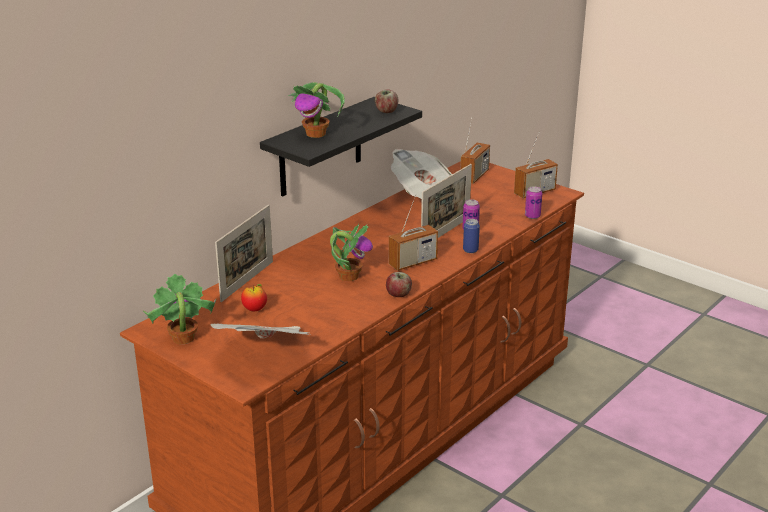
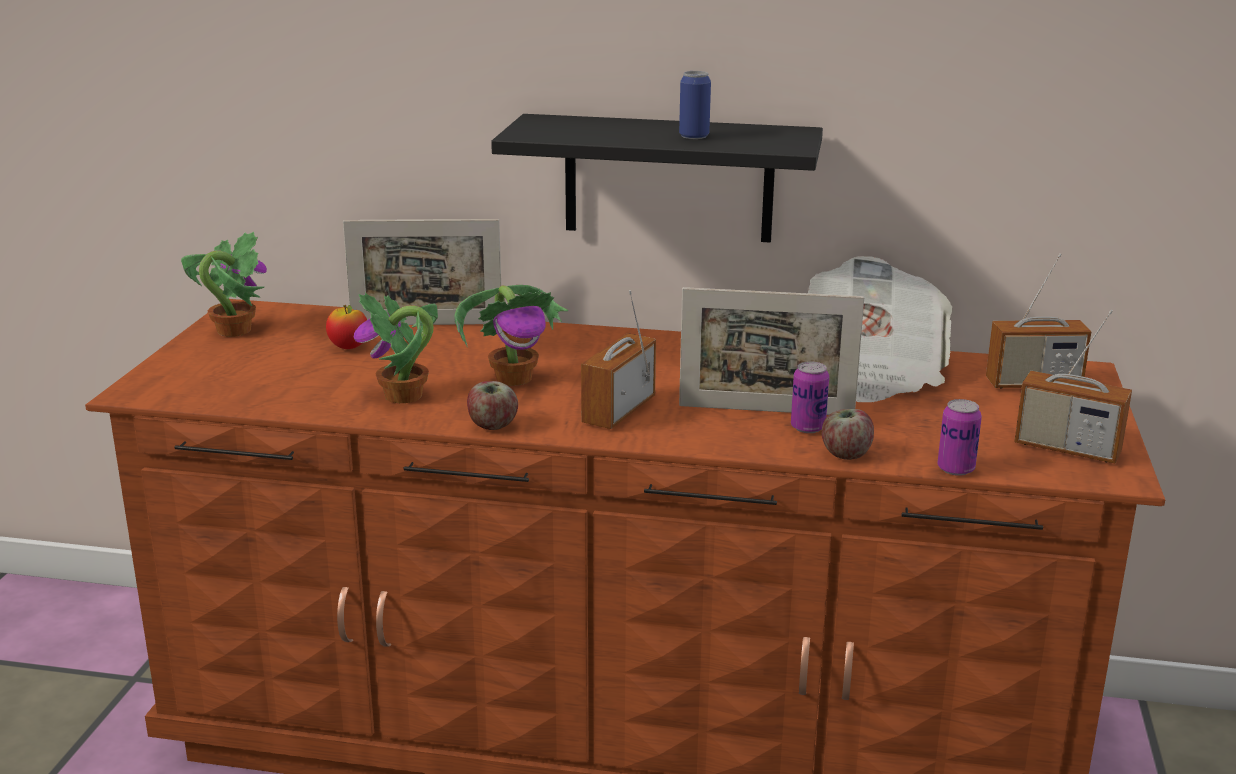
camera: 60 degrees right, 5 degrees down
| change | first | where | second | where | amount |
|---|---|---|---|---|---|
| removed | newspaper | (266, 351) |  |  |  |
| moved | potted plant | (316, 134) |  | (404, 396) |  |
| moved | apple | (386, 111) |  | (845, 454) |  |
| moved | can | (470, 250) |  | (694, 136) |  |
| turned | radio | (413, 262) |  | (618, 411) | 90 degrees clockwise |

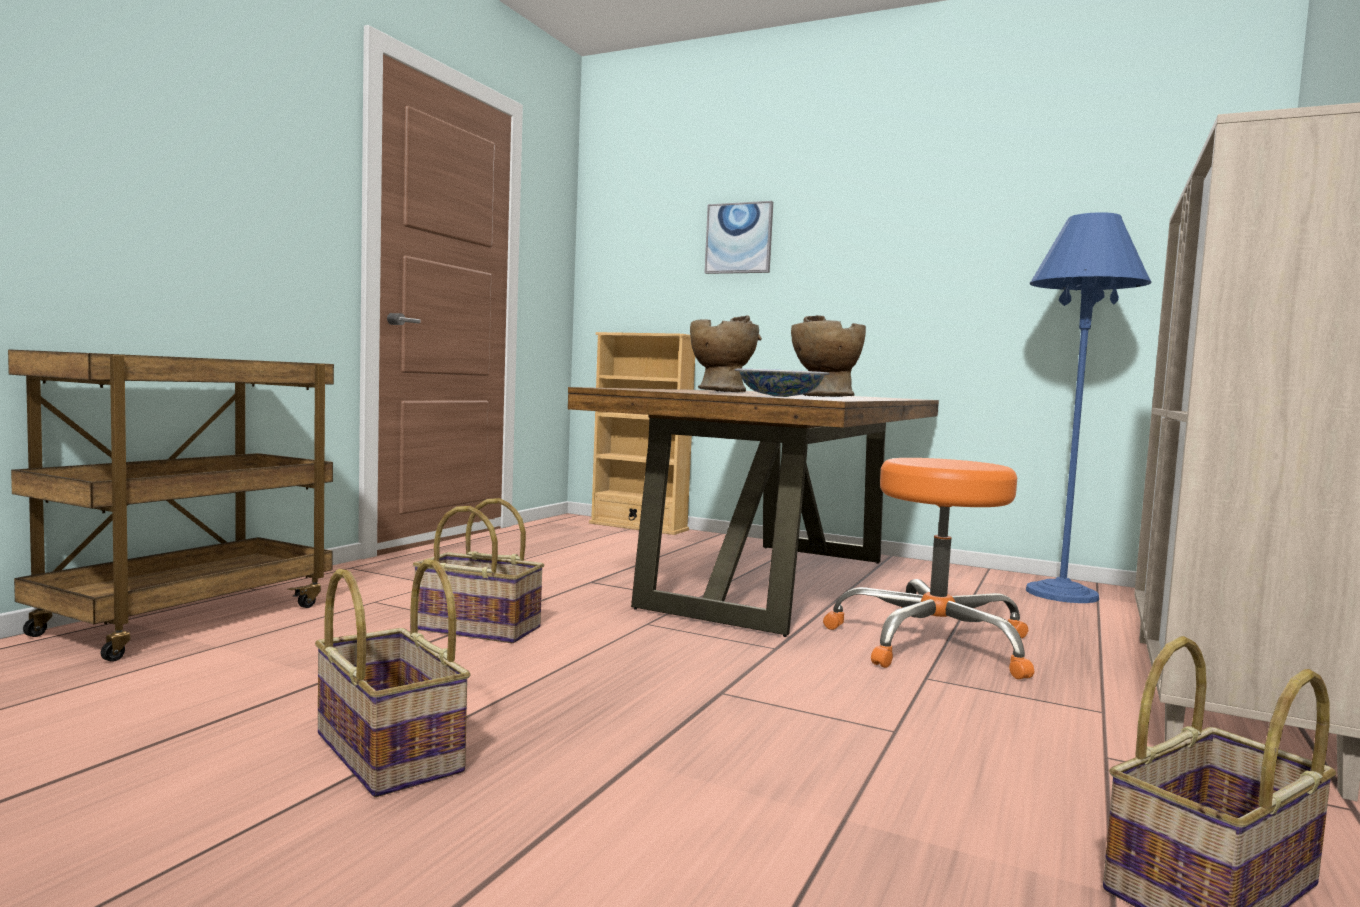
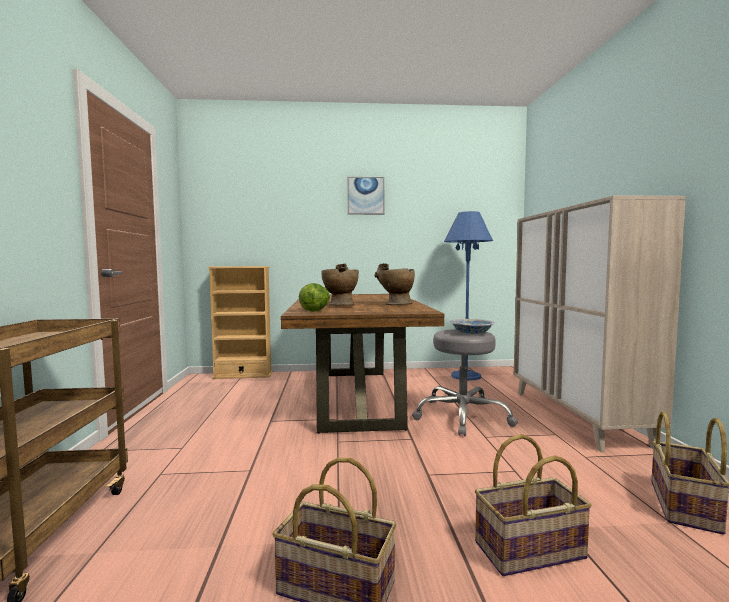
camera: 30 degrees left, 0 degrees up
| change | first | where | second | where | amount |
|---|---|---|---|---|---|
| added |  |  | lettuce | (315, 310) |  |
| moved | basket | (476, 629) |  | (530, 551) |  |
| moved | picture | (739, 238) |  | (365, 196) |  |
| moved | bowl | (780, 396) |  | (471, 333) |  |
| recoloured | stool (orange) | (932, 643) | stool (grey) | (461, 416) |  |

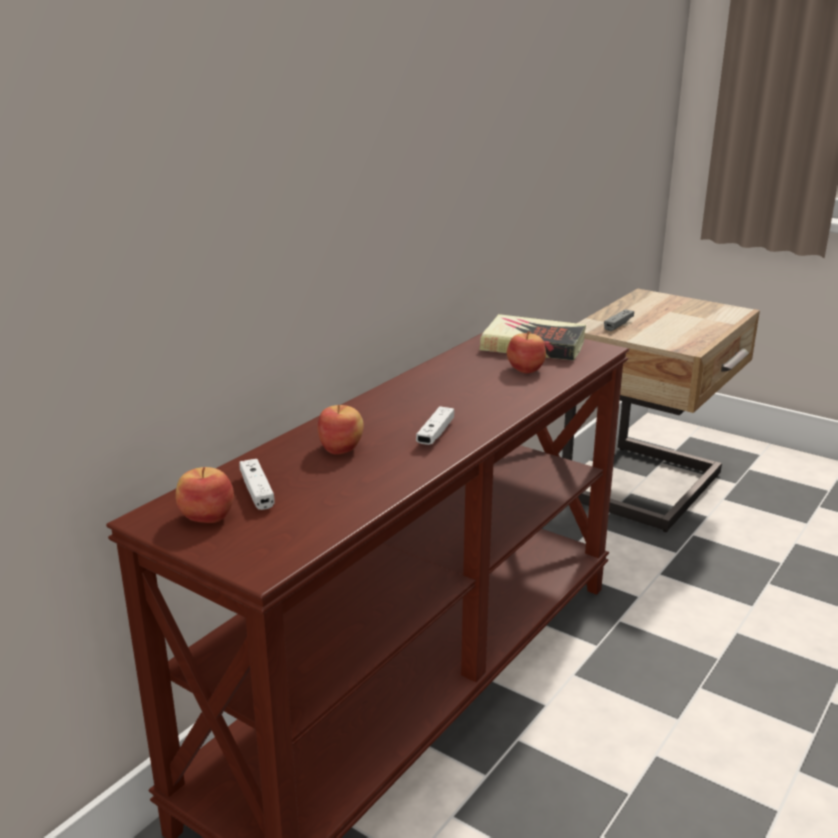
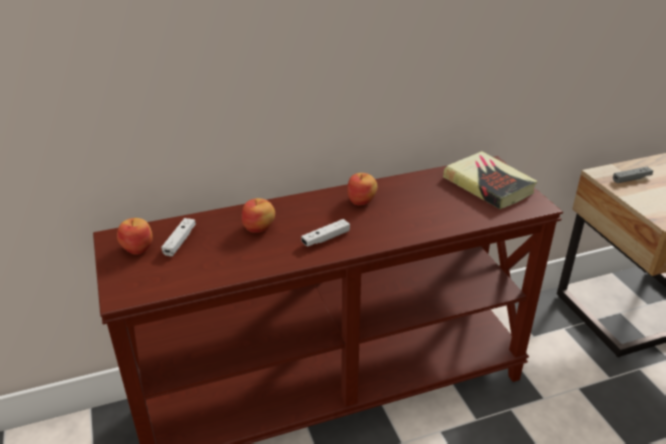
camera: 35 degrees right, 10 degrees up
| change | first | where | second | where | amount |
|---|---|---|---|---|---|
| moved | apple | (526, 369) |  | (361, 200) |  |

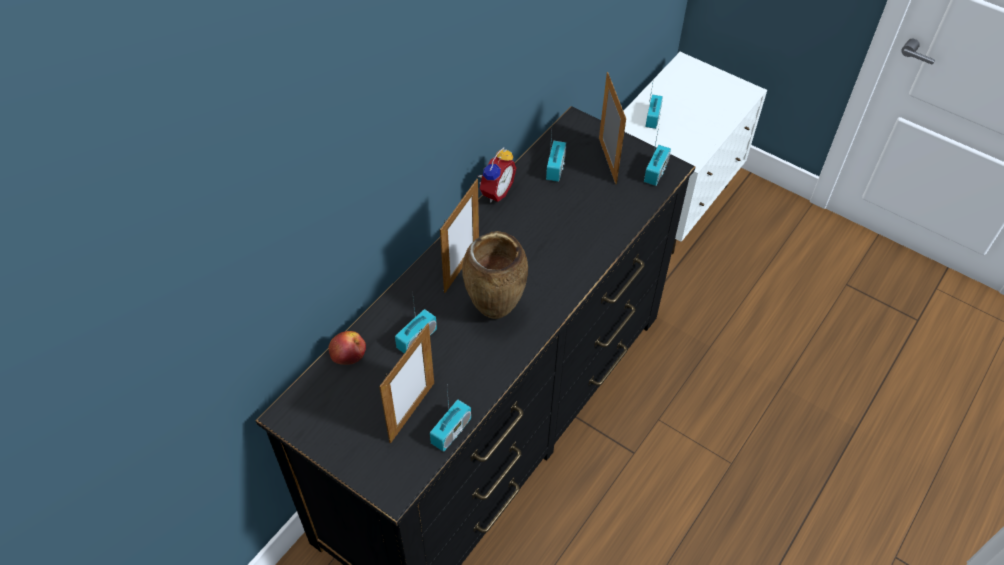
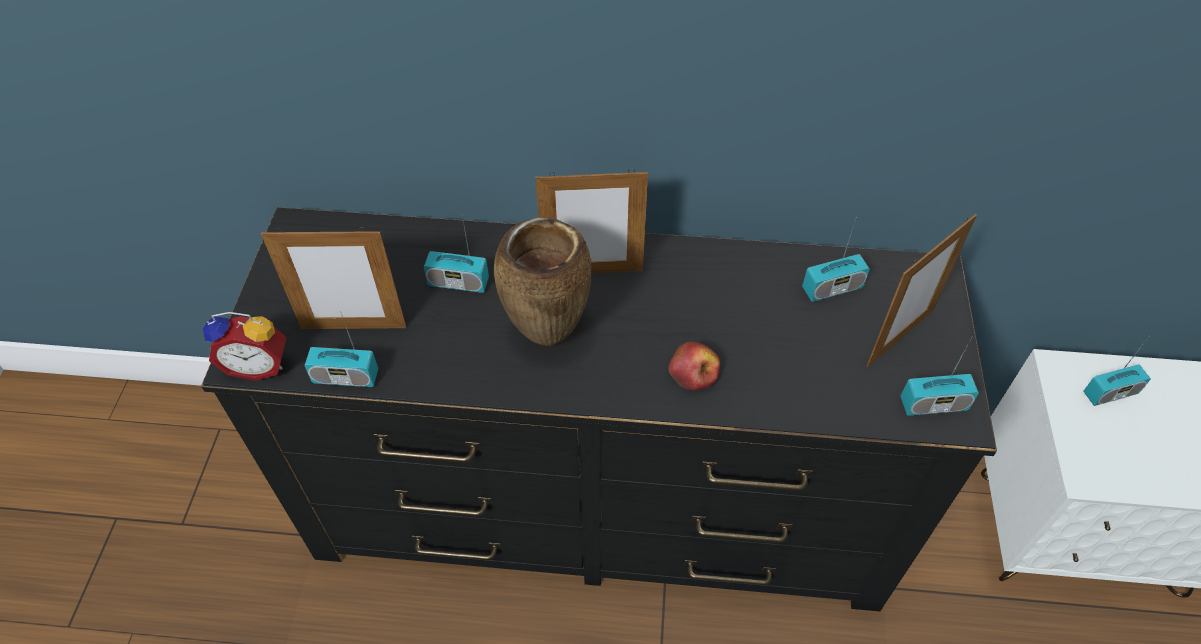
camera: 60 degrees right, 0 degrees up
| change | first | where | second | where | amount |
|---|---|---|---|---|---|
| moved | apple | (348, 352) |  | (693, 372) |  |
| moved | alarm clock | (495, 192) |  | (259, 364) |  |

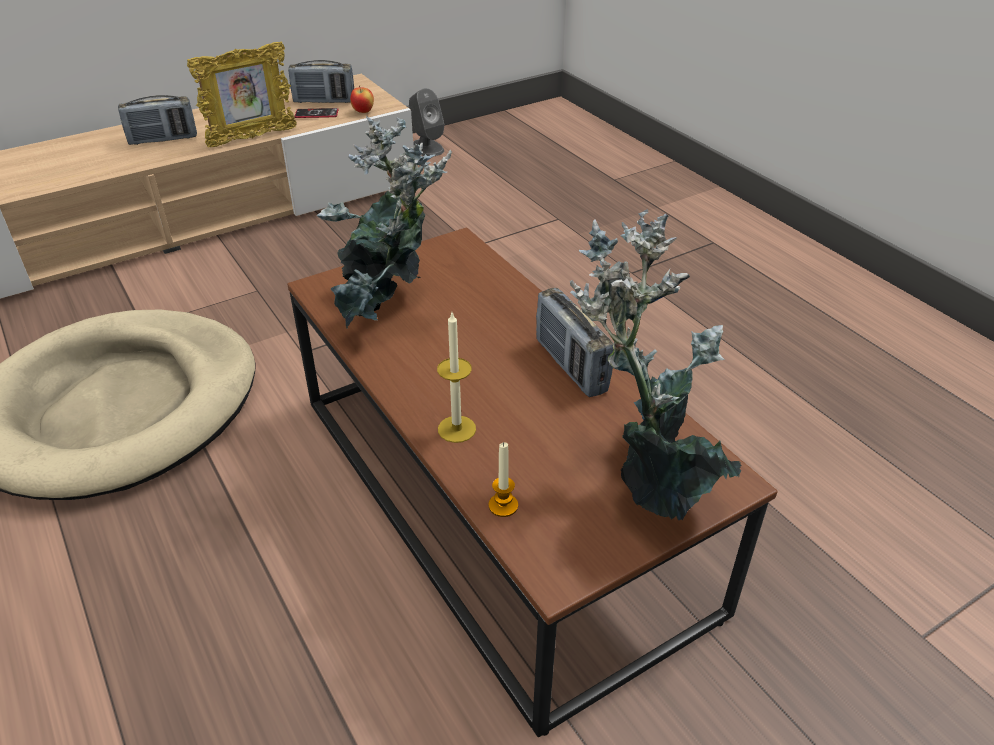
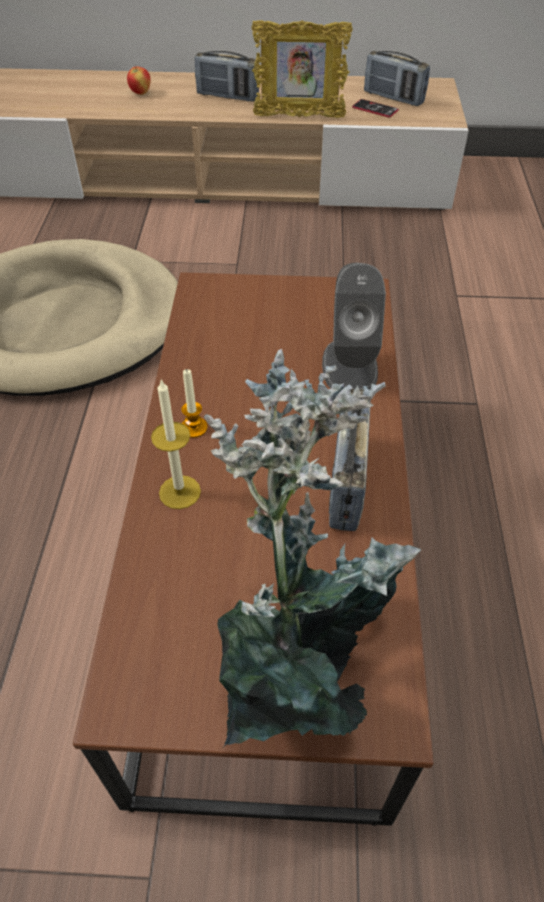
camera: 35 degrees right, 10 degrees up
| change | first | where | second | where | amount |
|---|---|---|---|---|---|
| removed | potted plant | (389, 313) |  |  |  |
| moved | apple | (363, 112) |  | (140, 93) |  |
| moved | speaker (grey) | (426, 148) |  | (349, 366) |  |
| moved | candle | (503, 505) |  | (194, 428) |  |

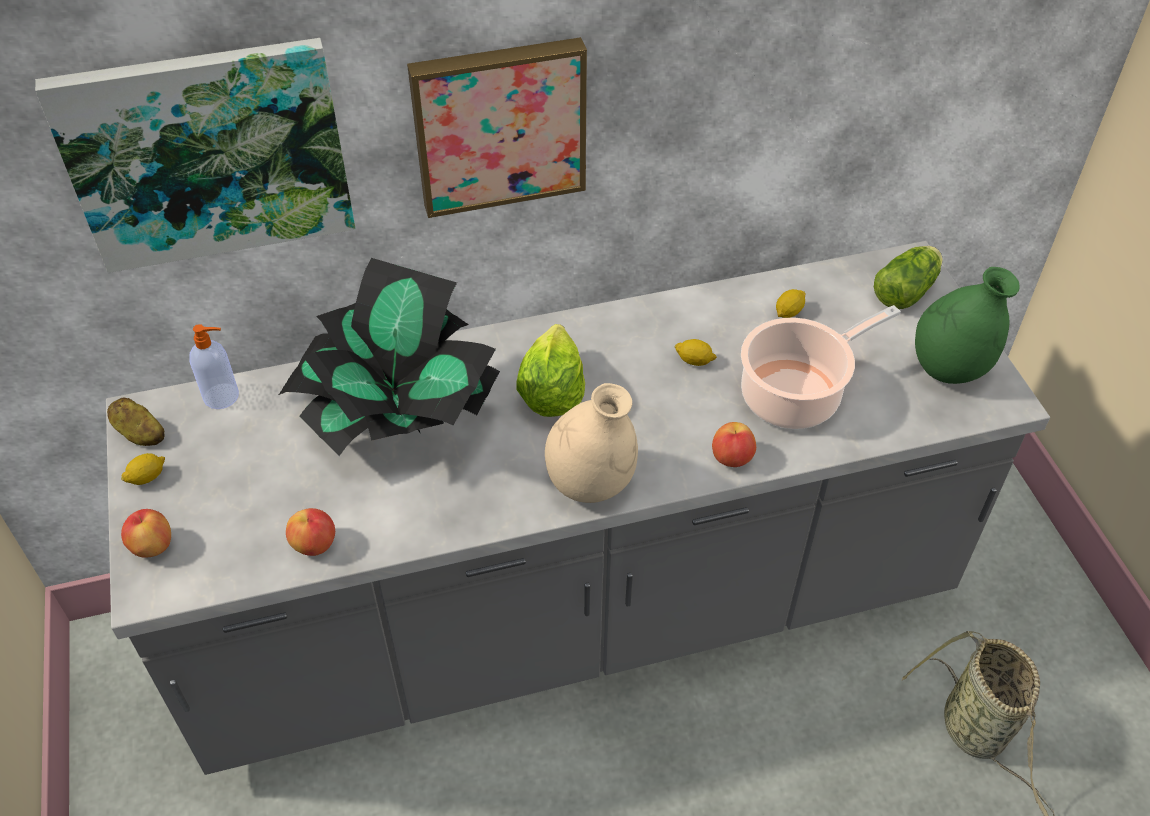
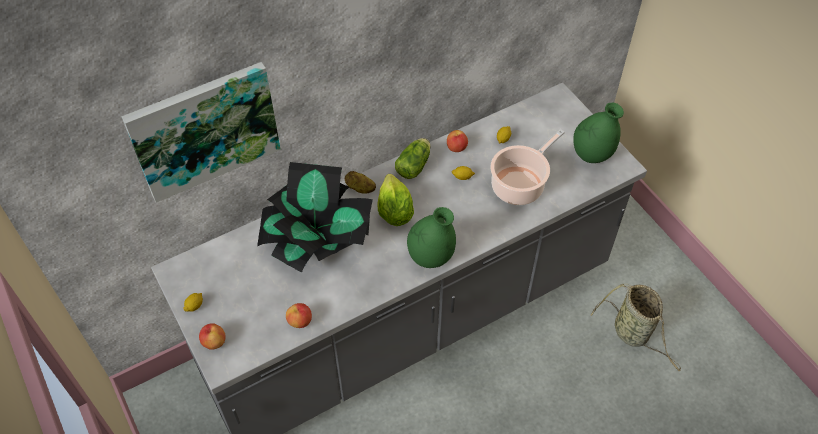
camera: 15 degrees left, 5 degrees up
| change | first | where | second | where | amount |
|---|---|---|---|---|---|
| removed | soap dispenser | (222, 396) |  |  |  |
| removed | picture | (499, 124) |  |  |  |
| moved | potato | (139, 434) |  | (360, 188) |  |
| moved | apple | (732, 458) |  | (456, 148) |  |
| moved | lettuce | (907, 290) |  | (414, 164) |  |
| recoloured | vase (beige) | (590, 484) | vase (green) | (431, 257) |  |

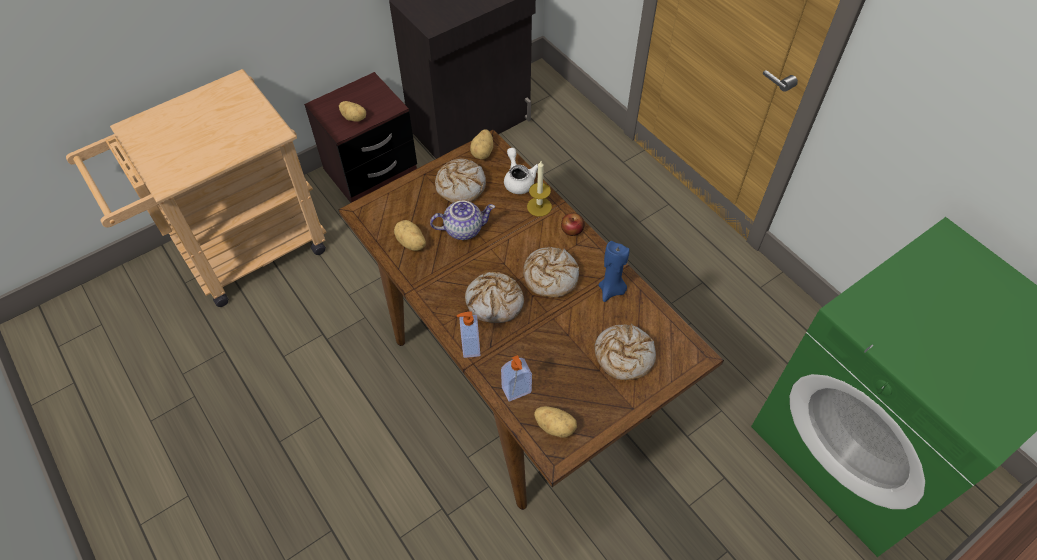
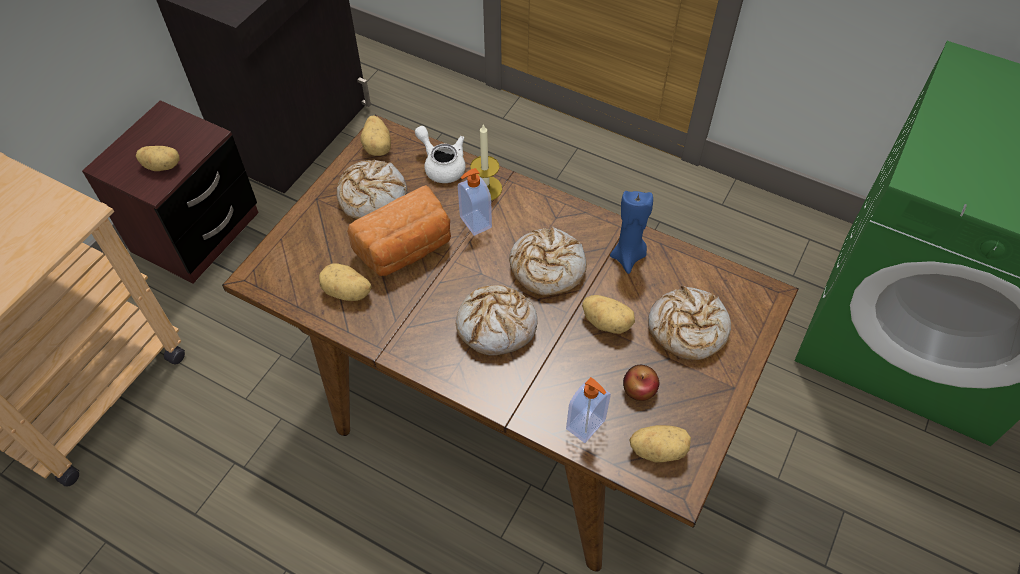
camera: 25 degrees left, 0 degrees up
| change | first | where | second | where | amount |
|---|---|---|---|---|---|
| added |  |  | potato | (607, 322) |  |
| moved | soap dispenser | (470, 347) |  | (474, 223) |  |
| moved | apple | (572, 230) |  | (639, 389) |  |
| replaced | teapot | (464, 229) | bread | (406, 249) |  |

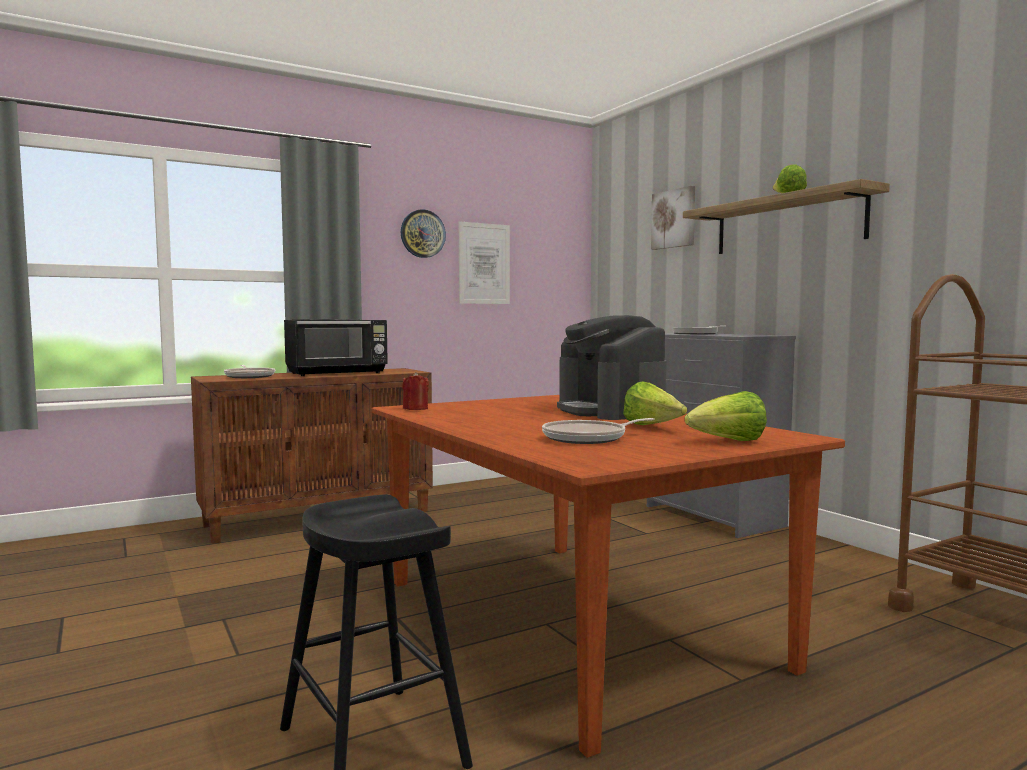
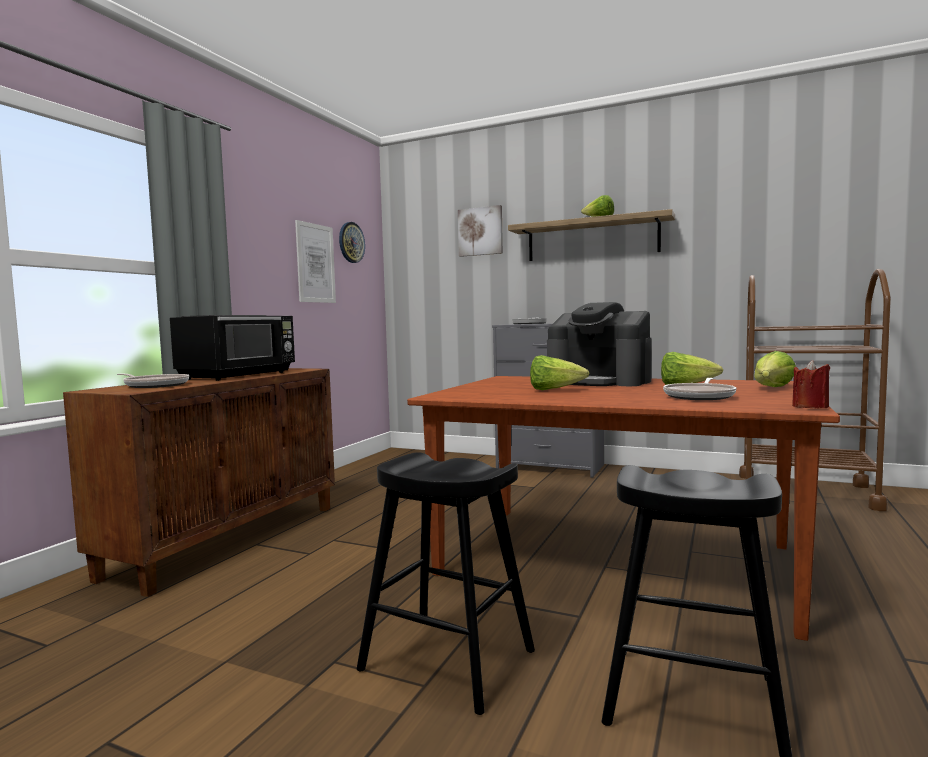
camera: 35 degrees left, 0 degrees up
| change | first | where | second | where | amount |
|---|---|---|---|---|---|
| added |  |  | stool (black) | (448, 660) |  |
| added |  |  | lettuce | (554, 390) |  |
| moved | wall clock | (422, 234) |  | (351, 242) |  |
| moved | candle (red) | (415, 409) |  | (810, 407) |  |

